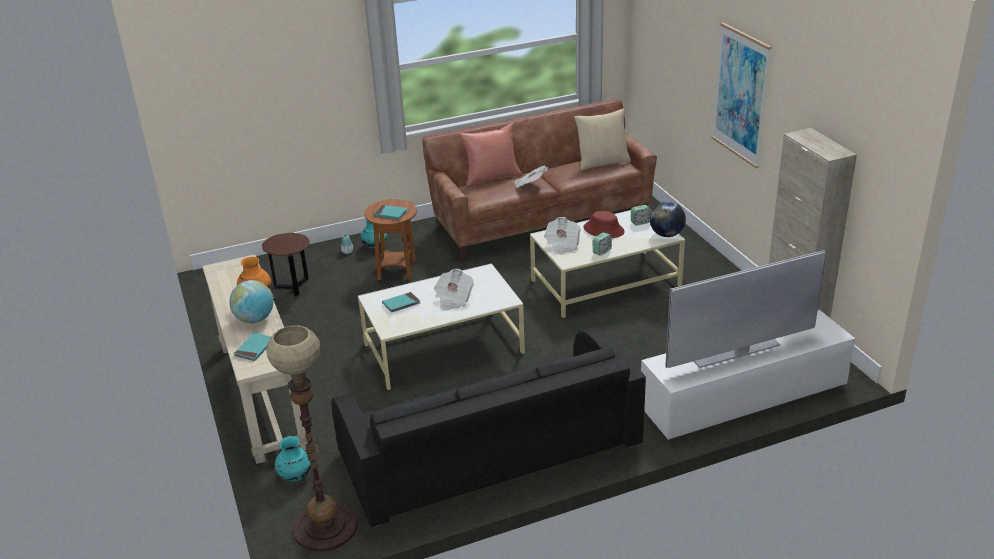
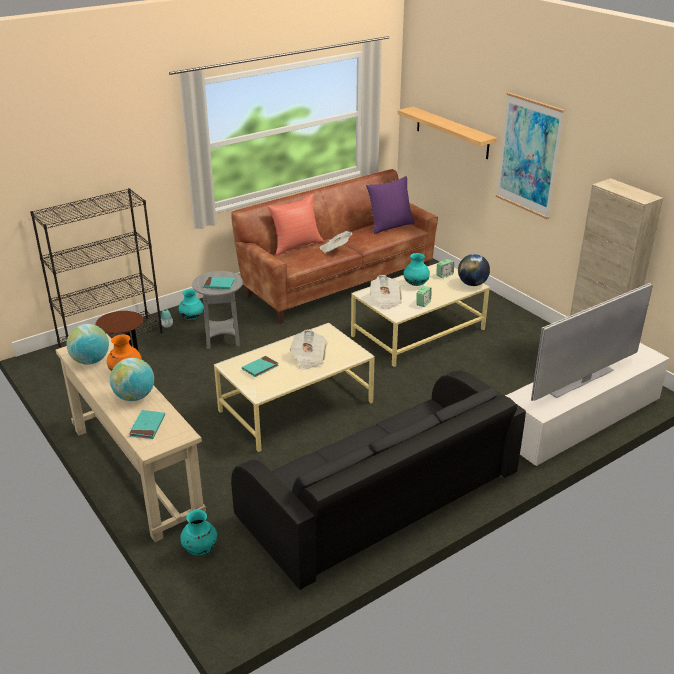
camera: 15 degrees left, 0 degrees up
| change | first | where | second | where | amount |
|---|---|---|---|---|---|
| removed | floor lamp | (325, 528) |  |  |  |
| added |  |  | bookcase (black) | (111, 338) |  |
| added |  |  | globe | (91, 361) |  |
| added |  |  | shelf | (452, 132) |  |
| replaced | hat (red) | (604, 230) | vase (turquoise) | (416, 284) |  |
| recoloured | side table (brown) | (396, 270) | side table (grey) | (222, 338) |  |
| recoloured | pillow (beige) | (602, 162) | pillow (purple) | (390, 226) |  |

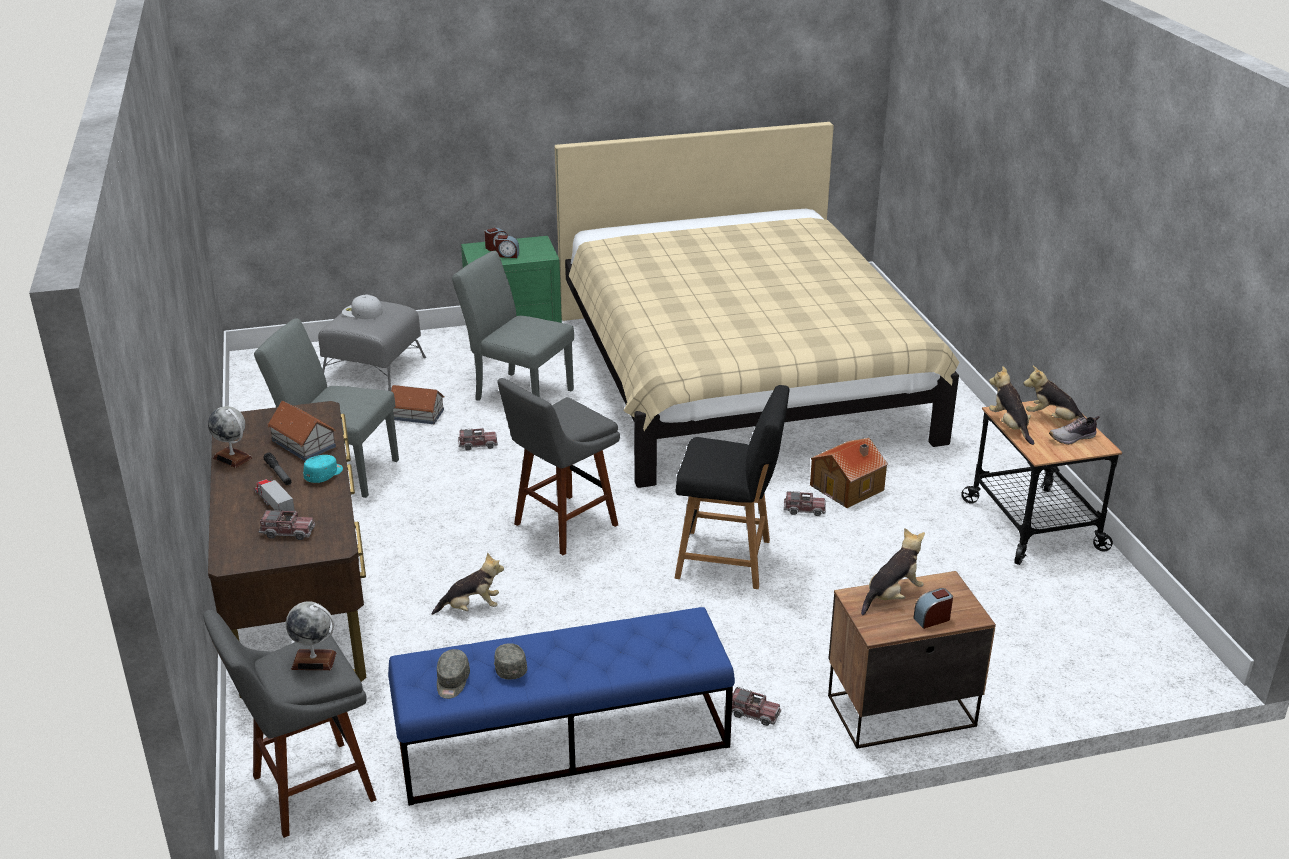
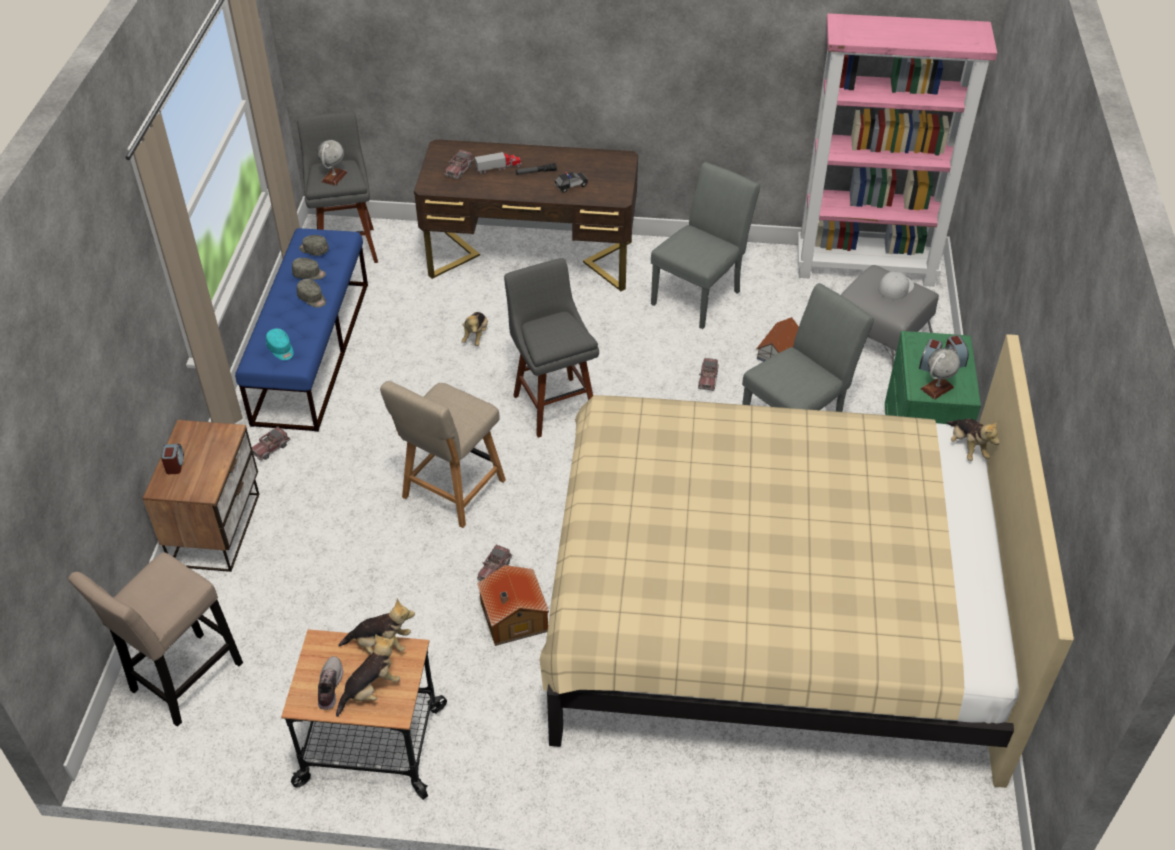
camera: 110 degrees right, 15 degrees up
| change | first | where | second | where | amount |
|---|---|---|---|---|---|
| added |  |  | stool (beige) | (182, 681) |  |
| added |  |  | cap (grey) | (312, 298) |  |
| added |  |  | bookcase (pink) | (866, 267) |  |
| moved | globe | (232, 458) |  | (937, 388) |  |
| moved | cap (turquoise) | (324, 475) |  | (281, 350) |  |
| moved | plush toy | (892, 596) |  | (967, 447) |  |
| replaced | toy house | (303, 444) | toy car | (571, 186) |  |
| recoloured | chair (black) | (729, 560) | chair (beige) | (451, 492) |  |

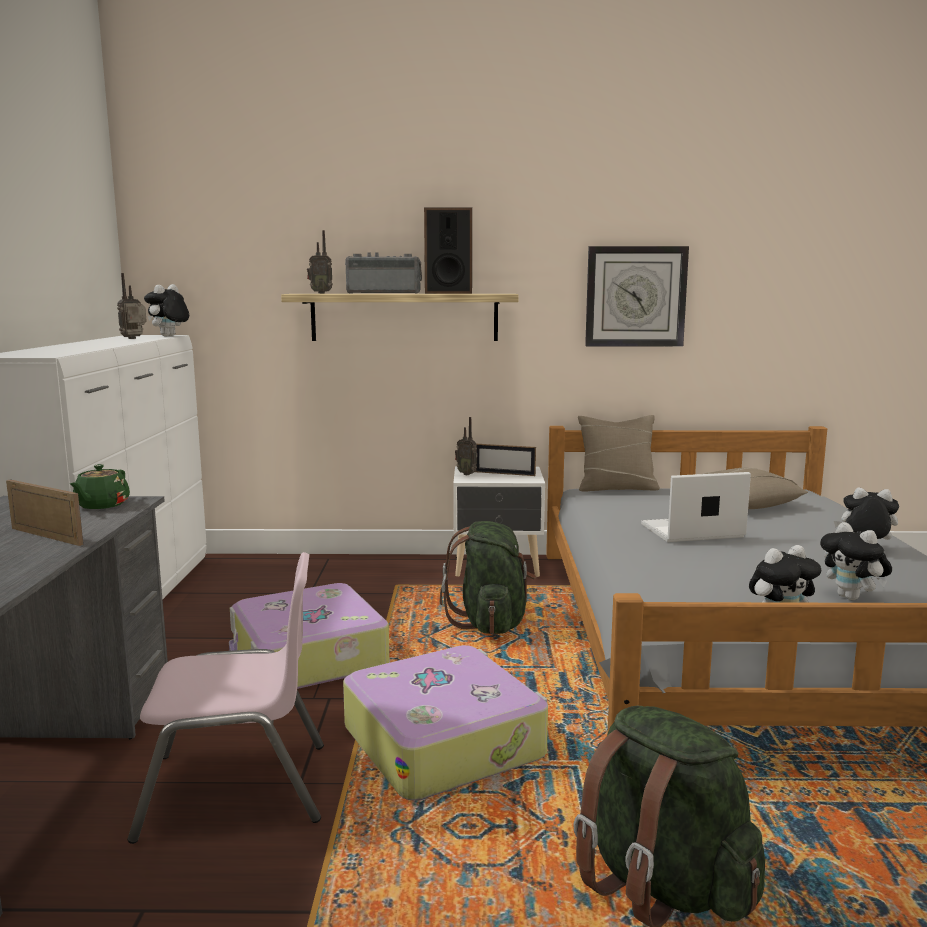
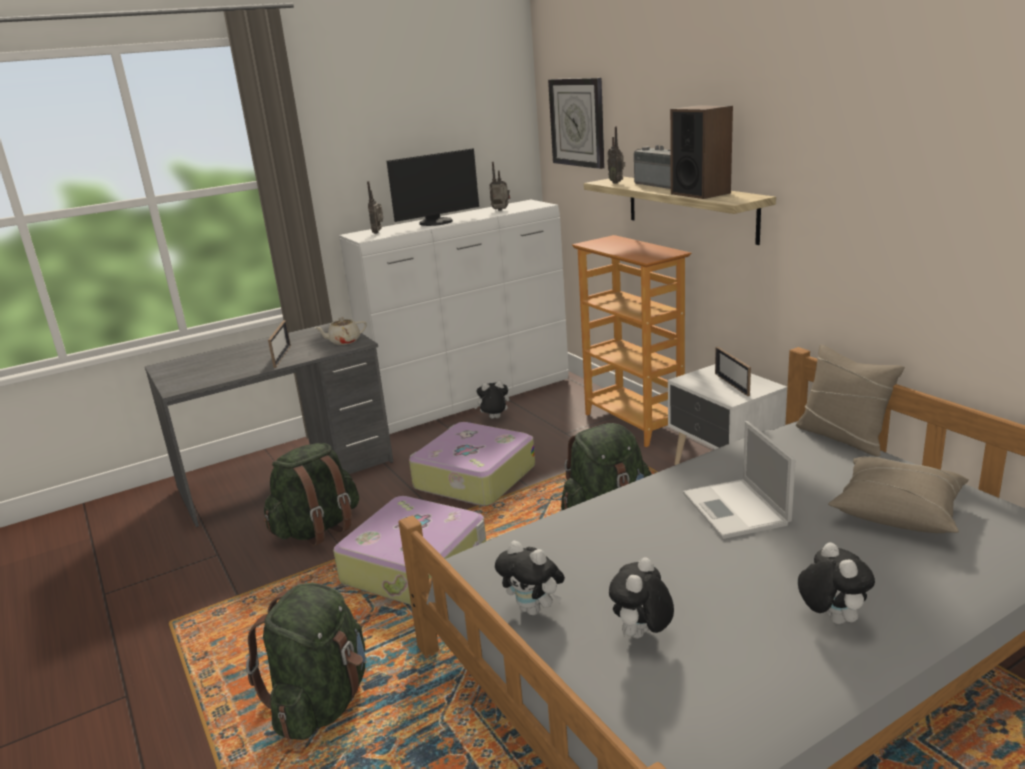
camera: 60 degrees right, 10 degrees up
| change | first | where | second | where | amount |
|---|---|---|---|---|---|
| added |  |  | monitor | (437, 222) |  |
| added |  |  | bookcase | (634, 423) |  |
| moved | plush toy | (169, 336) |  | (494, 419) |  |
| moved | radio | (467, 474) |  | (379, 232) |  |
| moved | wall clock | (635, 296) |  | (577, 122) |  |
| replaced | chair (pink) | (236, 789) | backpack (green) | (317, 529) |  |
| recoloured | teapot (green) | (101, 505) | teapot (beige) | (344, 341) |  |
| turned | laptop | (690, 531) |  | (736, 510) | 150 degrees counterclockwise |

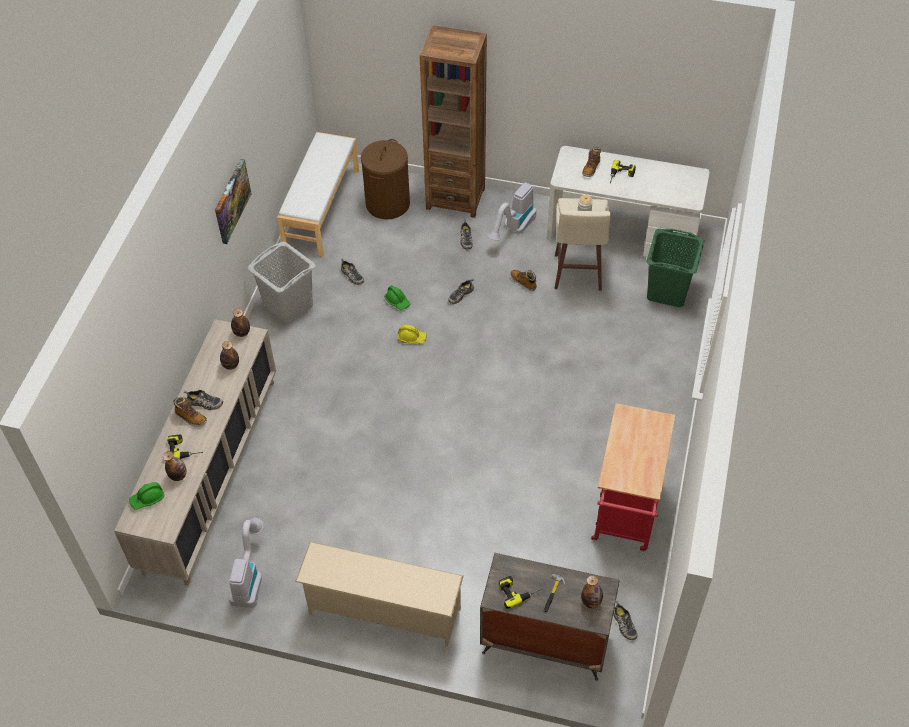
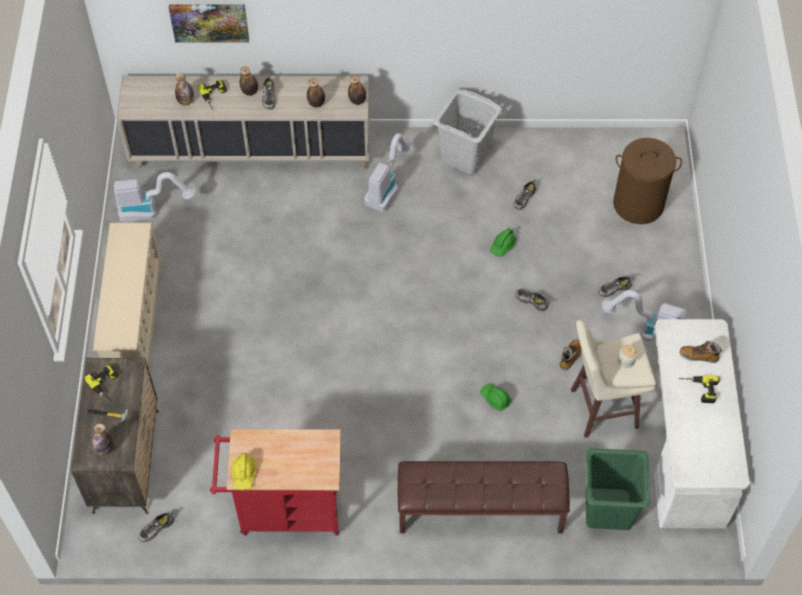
camera: 75 degrees right, 5 degrees up
| change | first | where | second | where | amount |
|---|---|---|---|---|---|
| removed | bench (white) | (321, 209) |  |  |  |
| removed | bookcase (brown) | (455, 198) |  |  |  |
| added |  |  | vacuum cleaner | (387, 187) |  |
| added |  |  | bench (brown) | (480, 511) |  |
| moved | hard hat (green) | (147, 499) |  | (495, 398) |  |
| moved | picture | (231, 201) |  | (209, 22) |  |
| moved | hard hat (yellow) | (412, 337) |  | (244, 474) |  |
| replaced | boot | (191, 417) | bottle | (250, 91) |  |

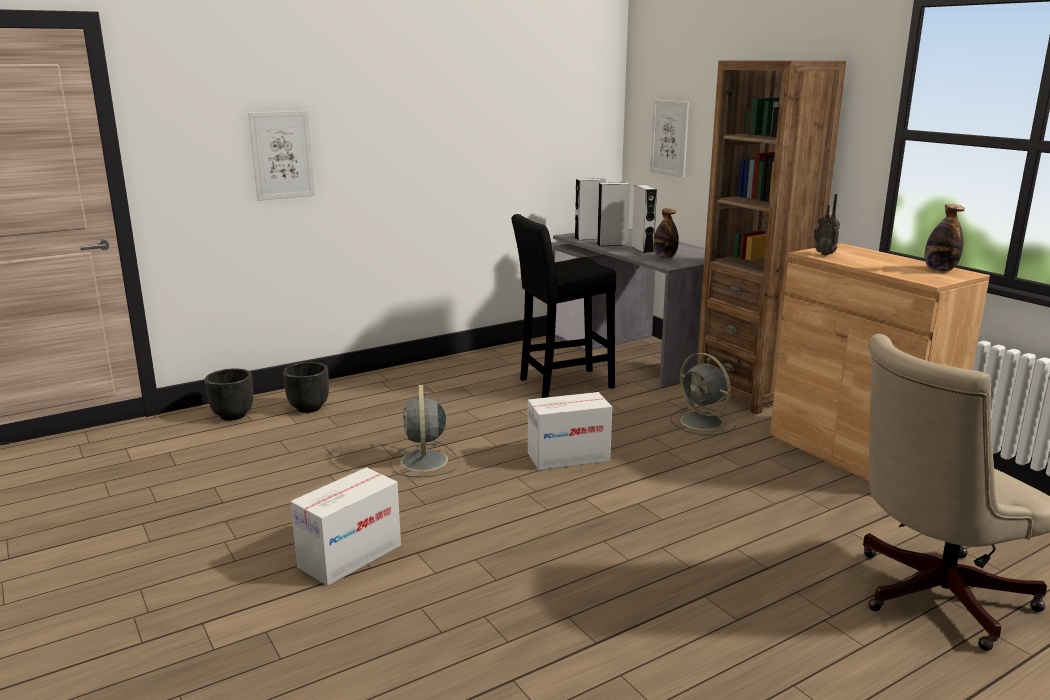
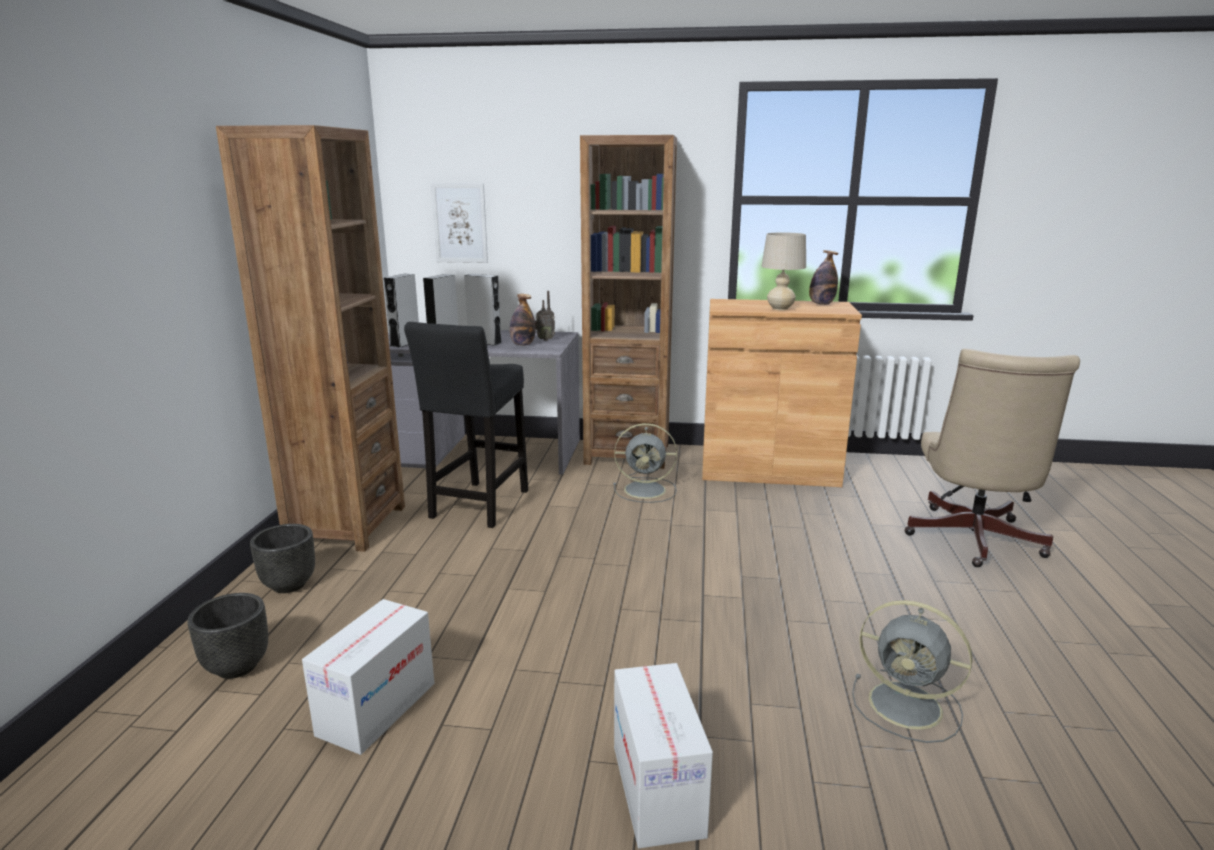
camera: 50 degrees left, 0 degrees up
| change | first | where | second | where | amount |
|---|---|---|---|---|---|
| removed | picture | (282, 155) |  |  |  |
| added |  |  | bookcase (brown) | (346, 525) |  |
| added |  |  | table lamp (beige) | (780, 308) |  |
| moved | planter (black) | (233, 415) |  | (289, 584) |  |
| moved | fan (grey) | (424, 462) |  | (908, 706) |  |
| moved | cardboard box | (568, 457) |  | (377, 709) |  |
| moved | radio | (825, 254) |  | (545, 339) |  |

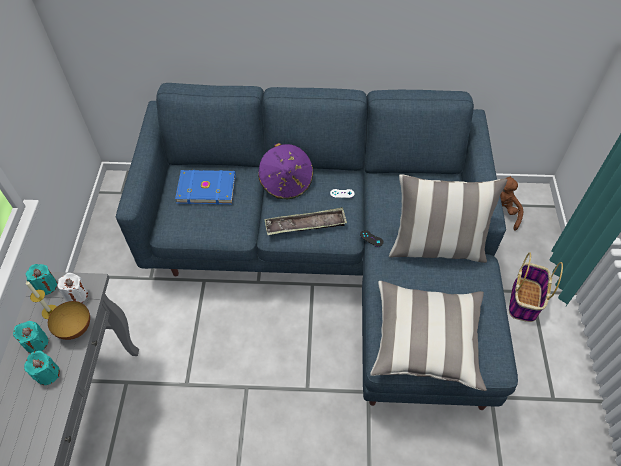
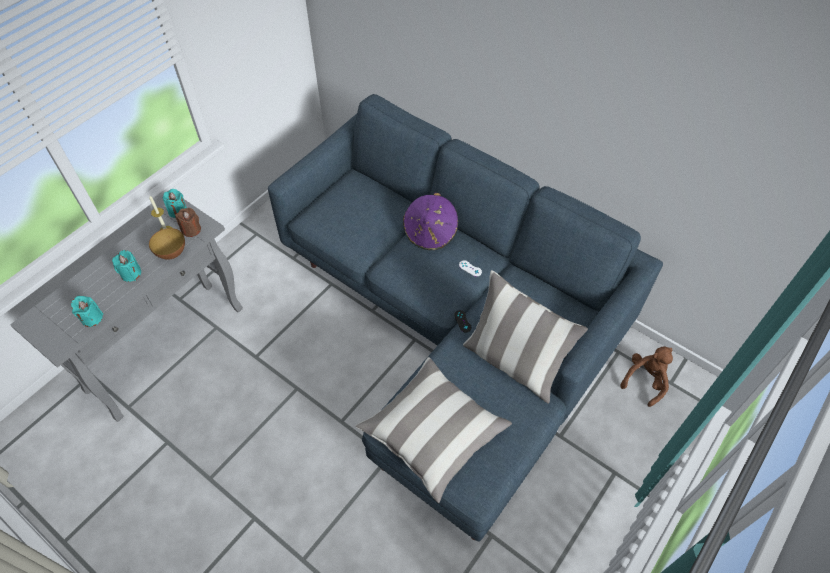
camera: 35 degrees right, 0 degrees up
| change | first | where | second | where | amount |
|---|---|---|---|---|---|
| removed | book (blue) | (206, 188) |  |  |  |
| removed | tray | (305, 225) |  |  |  |
| removed | basket | (524, 300) |  |  |  |
| moved | candle (turquoise) | (36, 343) |  | (92, 318) |  |
| recoloured | candle (white) | (77, 295) | candle (brown) | (191, 230) |  |

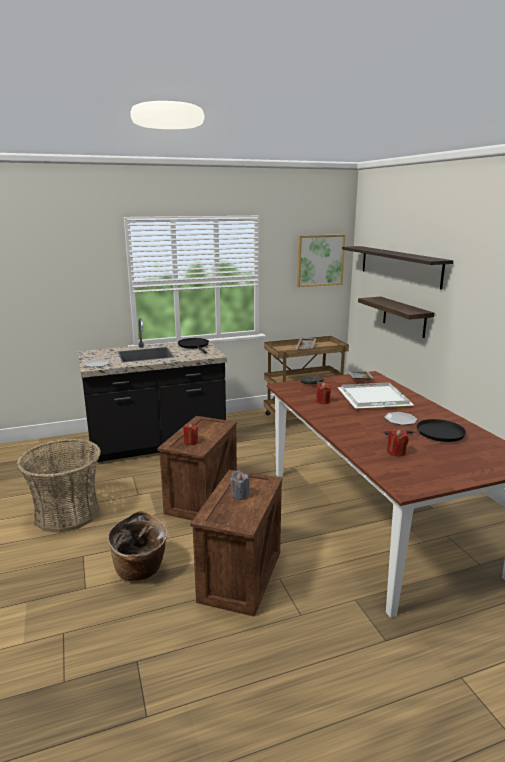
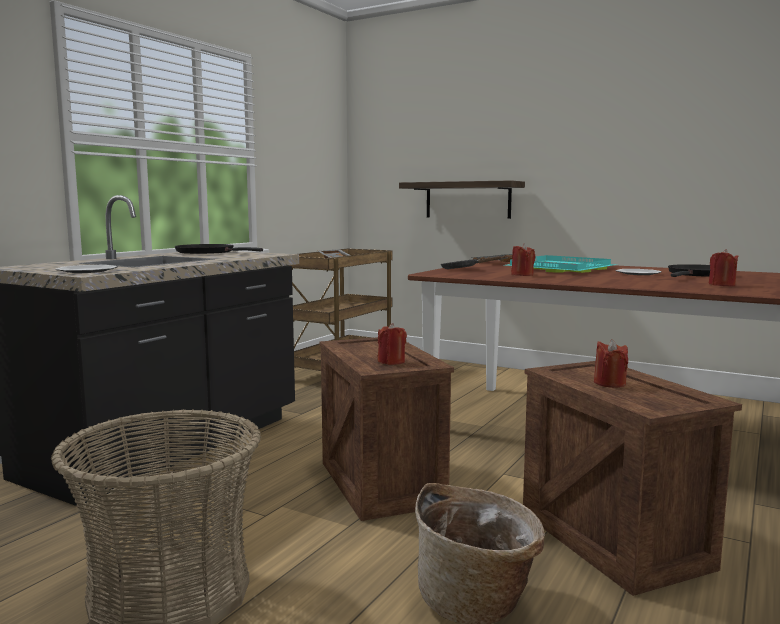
camera: 40 degrees left, 10 degrees down
| change | first | where | second | where | amount |
|---|---|---|---|---|---|
| removed | picture | (320, 260) |  |  |  |
| removed | shelf | (399, 265) |  |  |  |
| recoloured | candle (grey) | (239, 495) | candle (red) | (609, 383) |  |
| recoloured | tray (white) | (375, 399) | tray (turquoise) | (562, 268) |  |

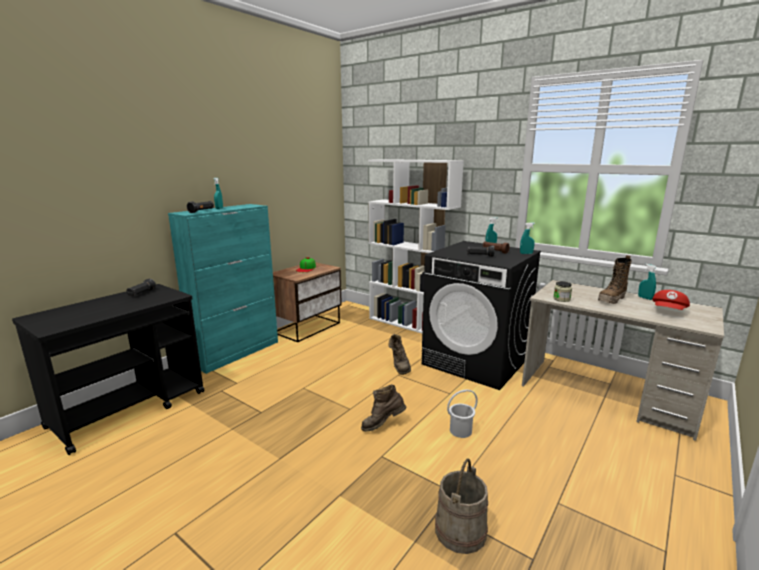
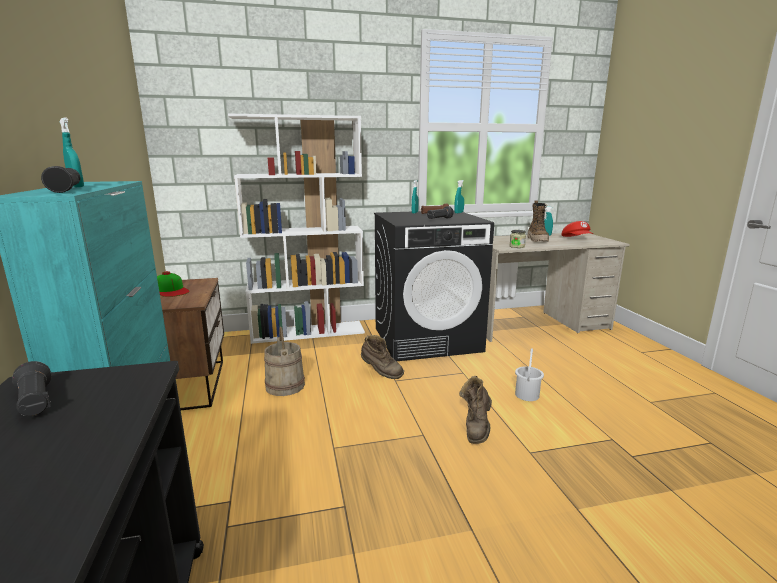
camera: 50 degrees left, 0 degrees up
| change | first | where | second | where | amount |
|---|---|---|---|---|---|
| moved | bucket (beige) | (460, 531) |  | (285, 386) |  |

